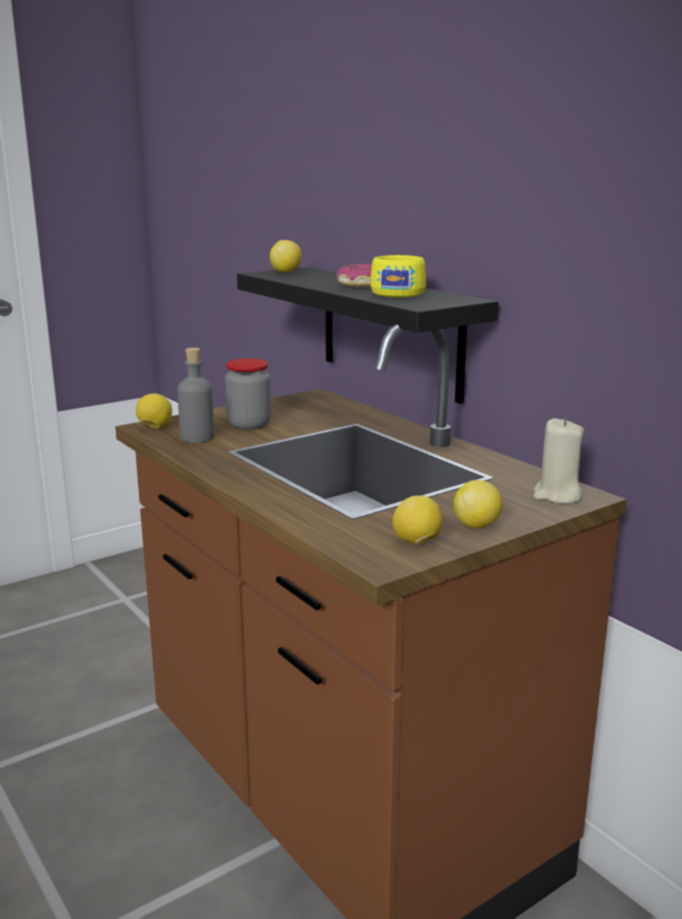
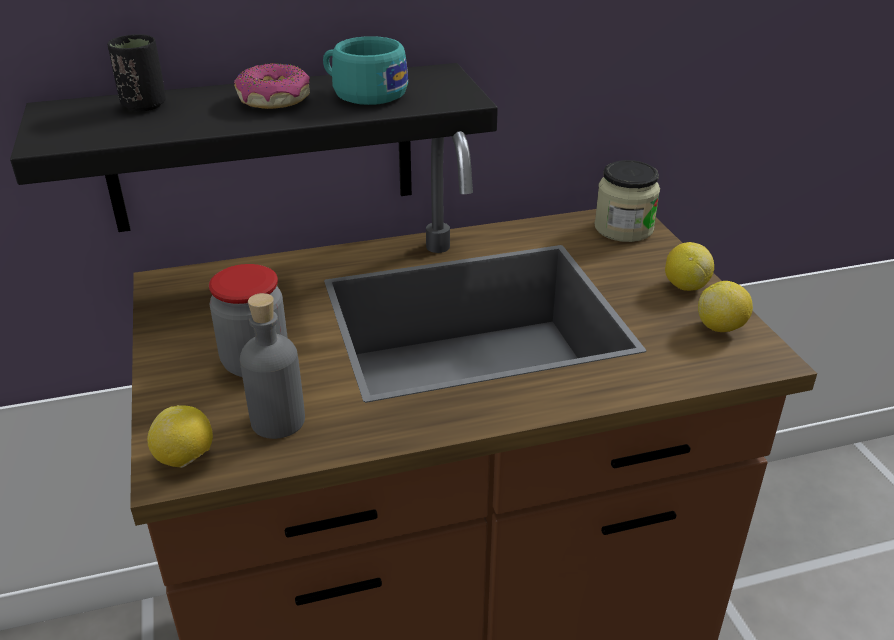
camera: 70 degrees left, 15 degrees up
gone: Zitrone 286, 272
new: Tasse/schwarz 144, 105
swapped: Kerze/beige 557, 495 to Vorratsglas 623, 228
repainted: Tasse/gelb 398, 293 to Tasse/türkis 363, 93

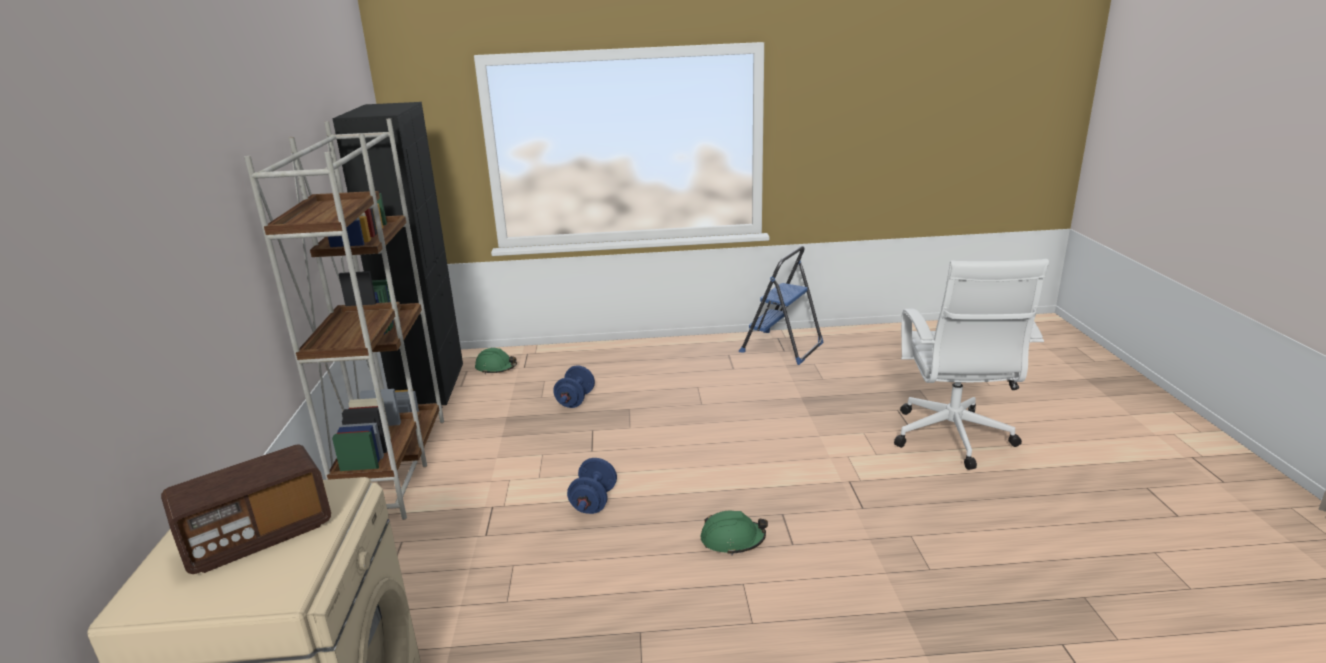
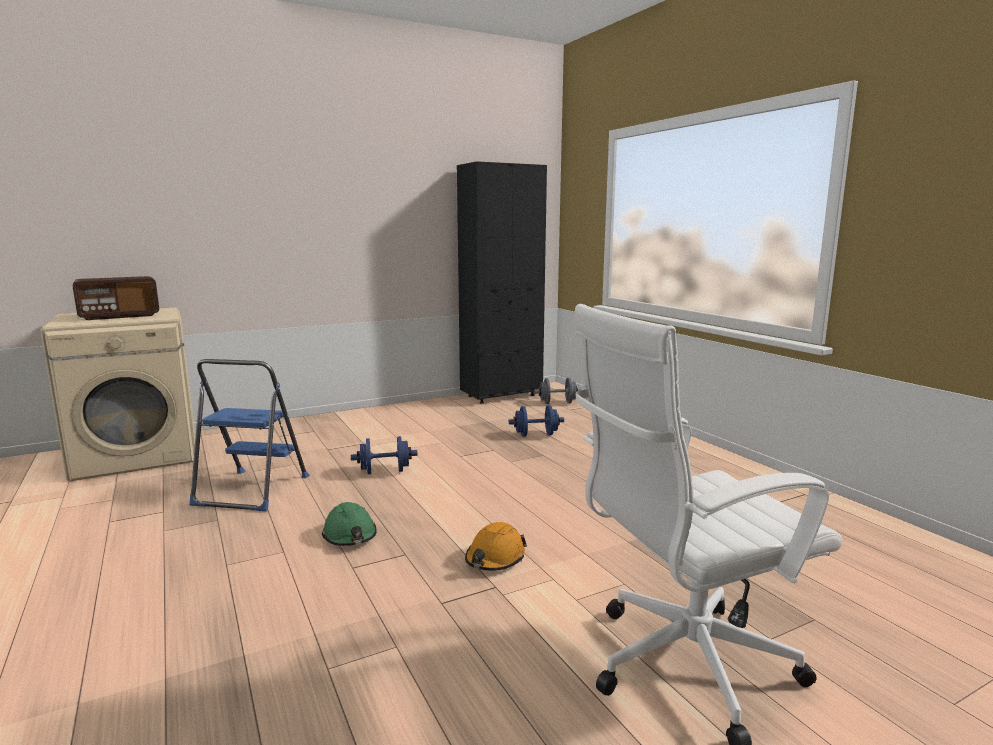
camera: 65 degrees right, 10 degrees down
gone: Bücherregal/braun 396, 466
new: Schutzhelm/orange 495, 558
shifted: Trittleiter/blau 784, 348 to 249, 491
swapped: Schutzhelm/grün 496, 368 to Hantel/grau 557, 403
rotated: Radio 258, 536 = 119, 316 60 degrees counterclockwise

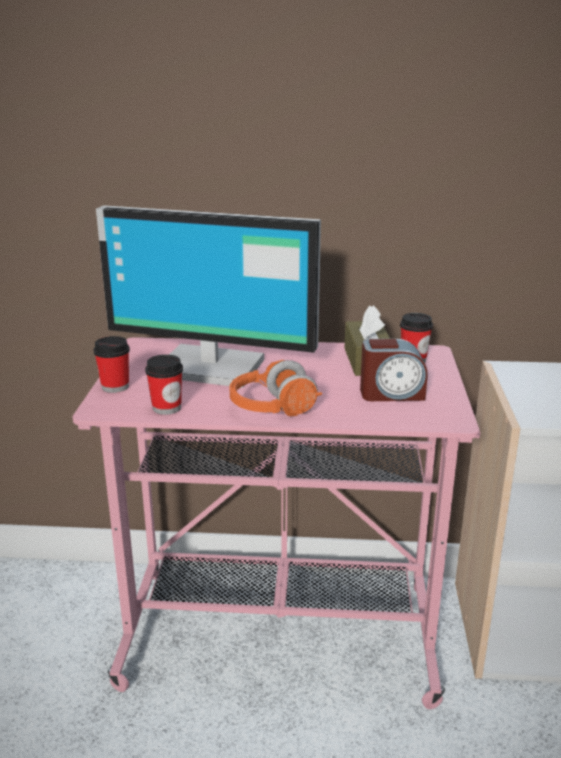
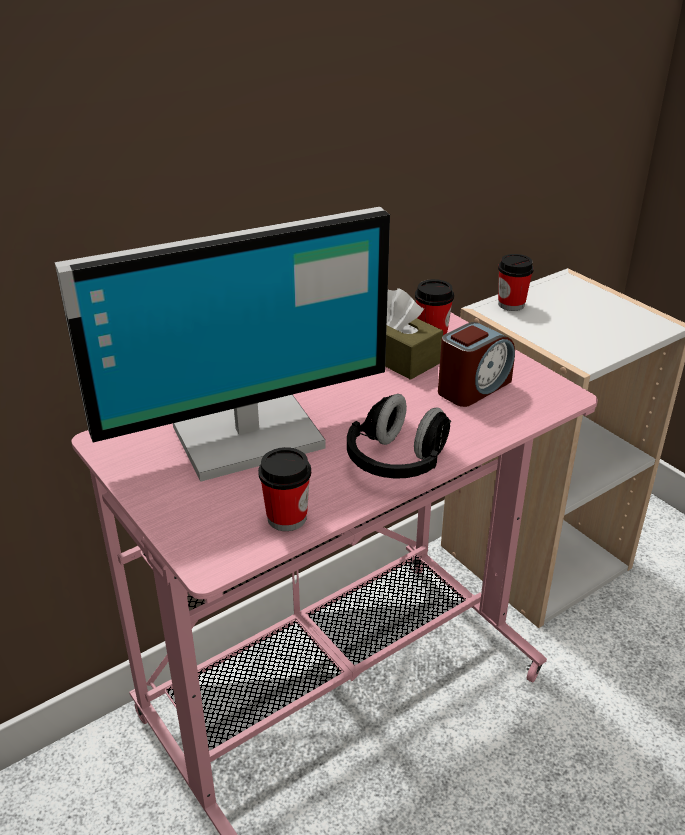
camera: 40 degrees left, 10 degrees up
shifted: Tasse 115, 387 to 511, 304
repainted: Kopfhörer/orange 273, 409 to Kopfhörer/schwarz 397, 461

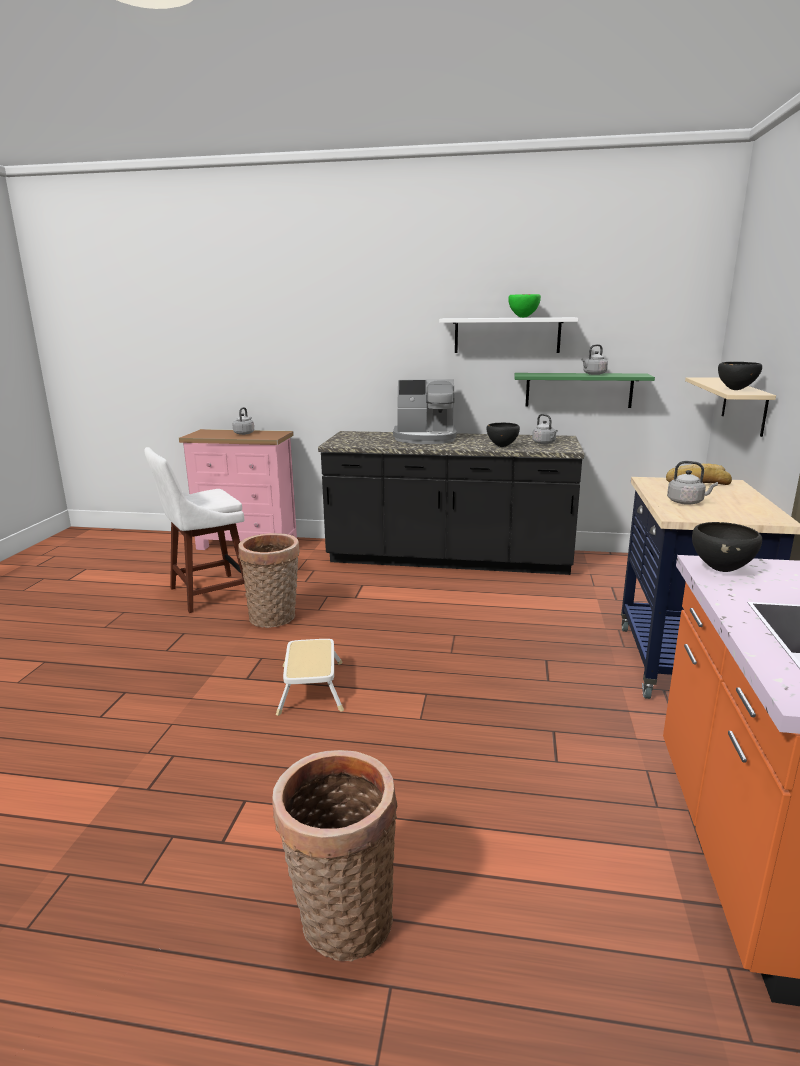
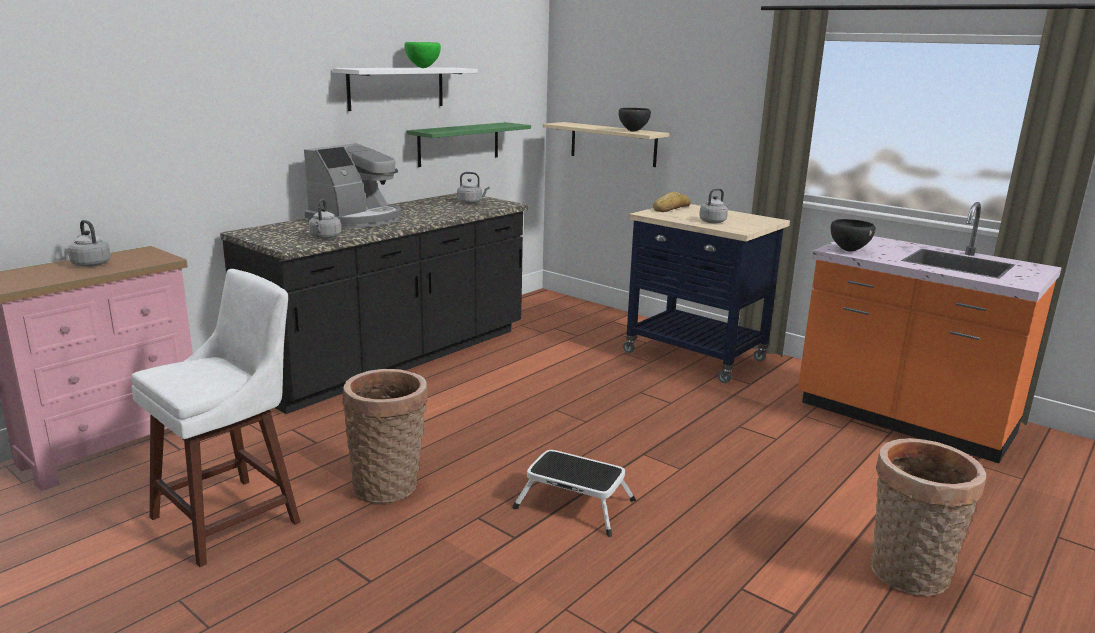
camera: 60 degrees left, 0 degrees up
gone: Schüssel/schwarz 501, 447
shifted: Wasserkessel/grau 593, 374 to 325, 237
repainted: Trittleiter/beige 310, 687 to Trittleiter/schwarz 574, 504
rotated: Stuhl/weiß 205, 593 = 233, 516 135 degrees counterclockwise

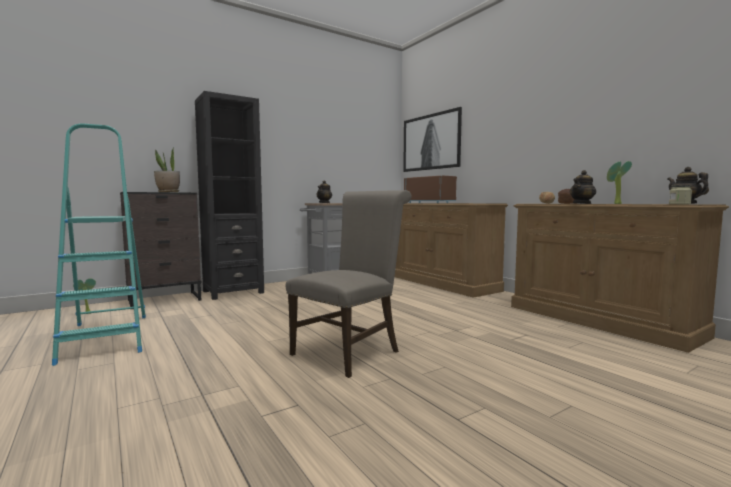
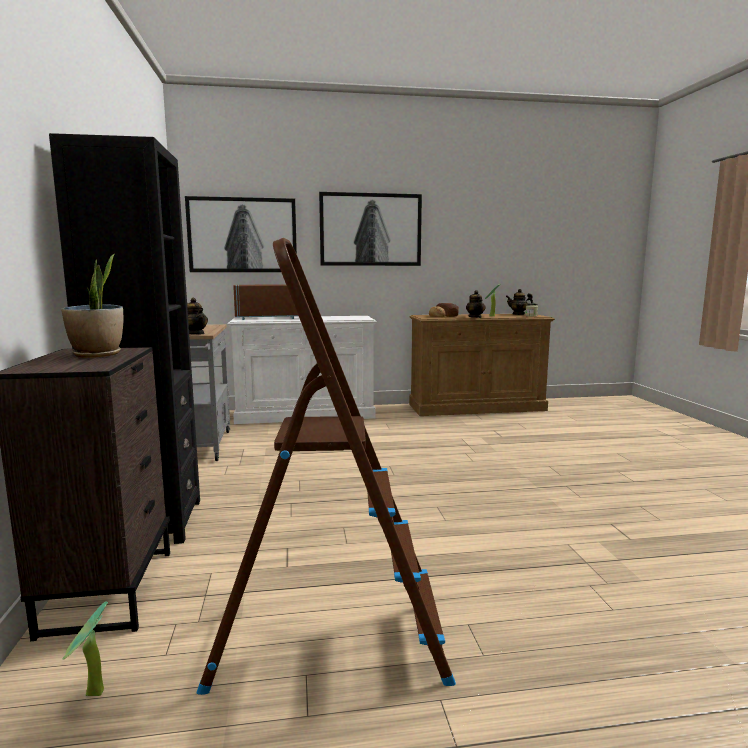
camera: 65 degrees left, 5 degrees up
gone: Stuhl/beige 350, 351
new: Bild 370, 230
repainted: Trittleiter/türkis 106, 337 to Trittleiter/braun 331, 643; Schrank/braun 443, 283 to Schrank/weiß 306, 414

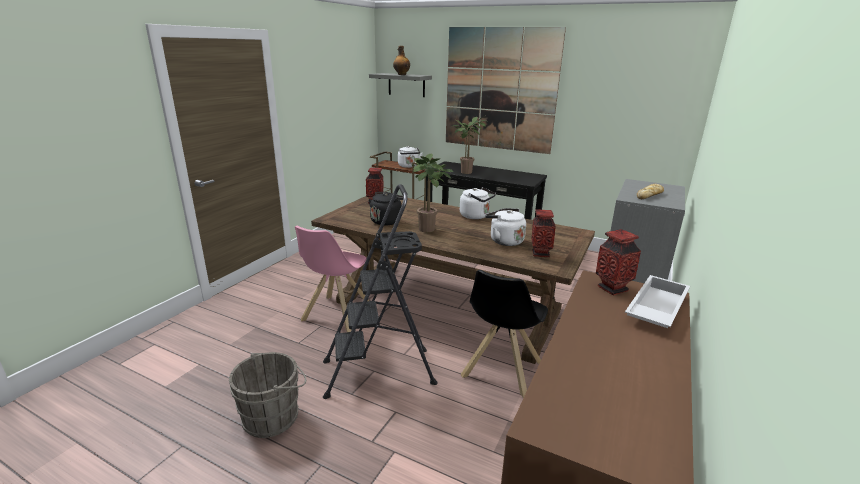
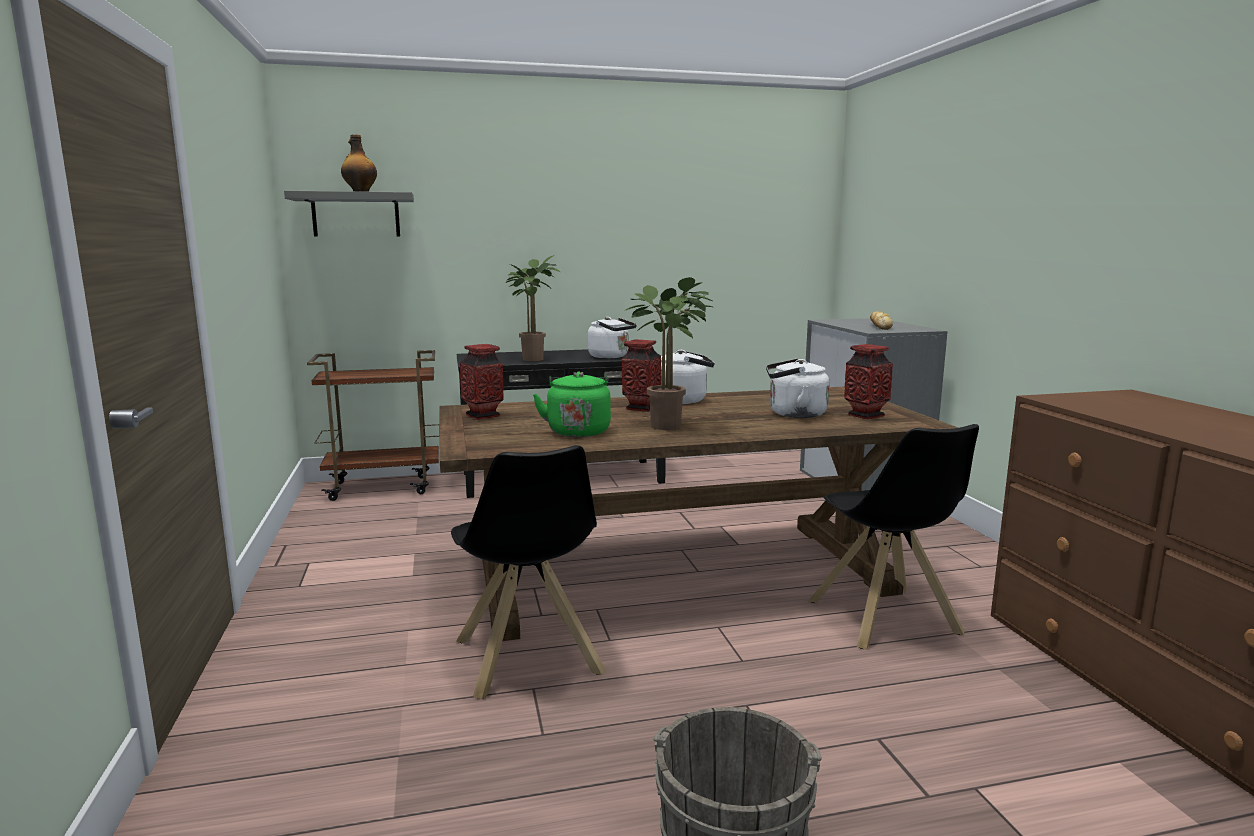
camera: 40 degrees left, 10 degrees down
gone: Bild 500, 90; Trittleiter 380, 371; Tablett/weiß 655, 308
shifted: Wasserkessel/weiß 408, 166 to 611, 356; Vase 612, 288 to 641, 408
repainted: Wasserkessel/schwarz 387, 221 to Wasserkessel/grün 578, 431; Stuhl/rosa 336, 314 to Stuhl/schwarz 529, 659

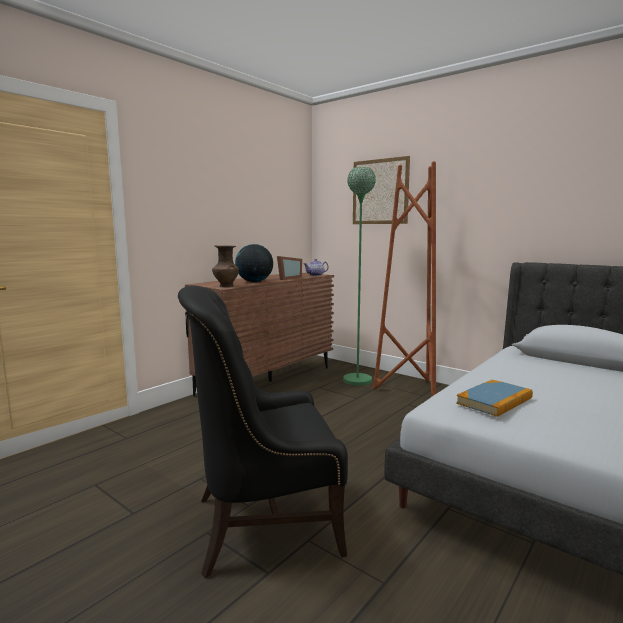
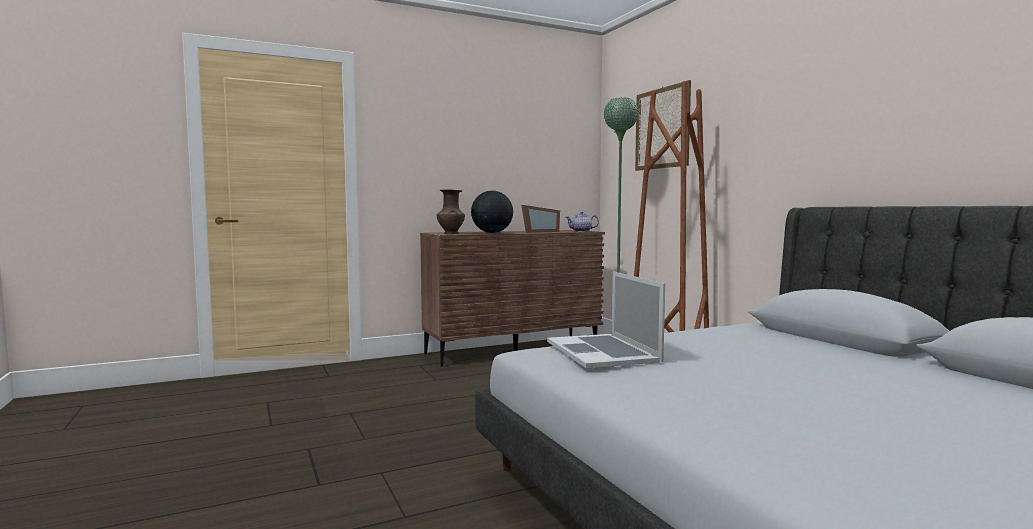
camera: 25 degrees right, 5 degrees down
gone: Stuhl/schwarz 264, 524
swapped: Buch 494, 401 to Laptop 602, 351

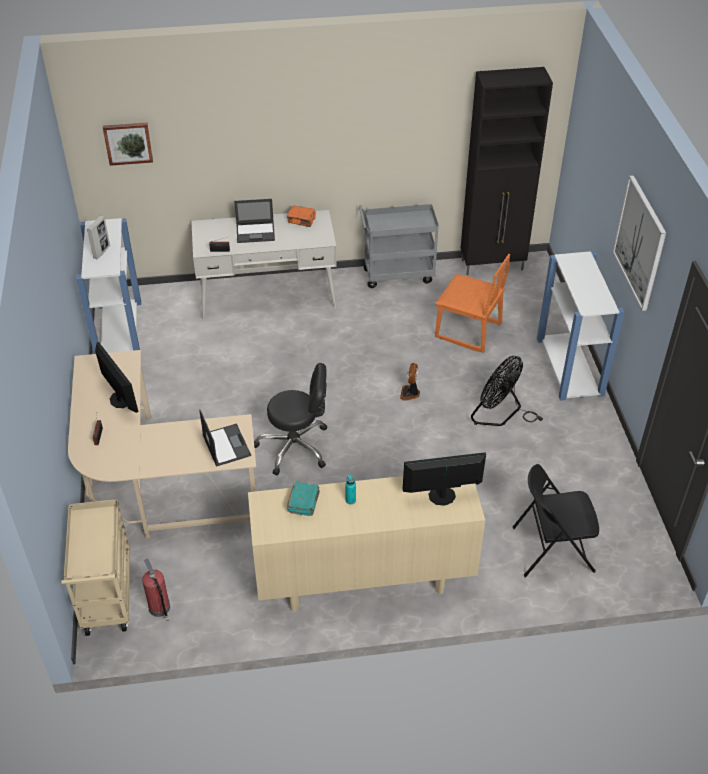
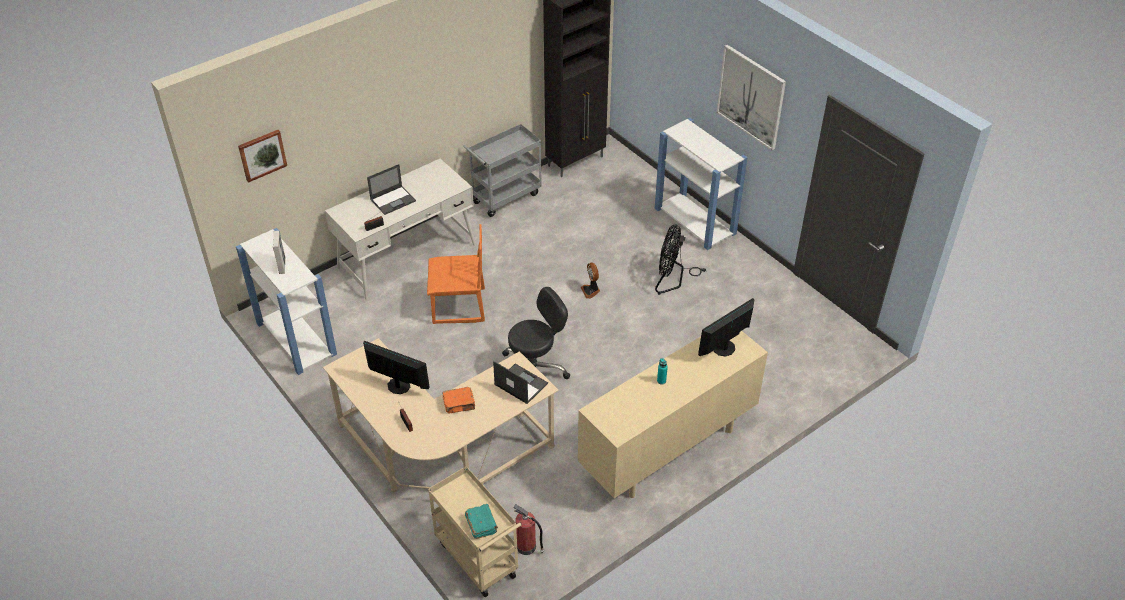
camera: 30 degrees left, 0 degrees up
gone: Stuhl/schwarz 552, 549
shifted: Buch/orange 302, 220 to 459, 404; Stuhl/orange 468, 331 to 459, 307; Buch/türkis 304, 503 to 481, 524

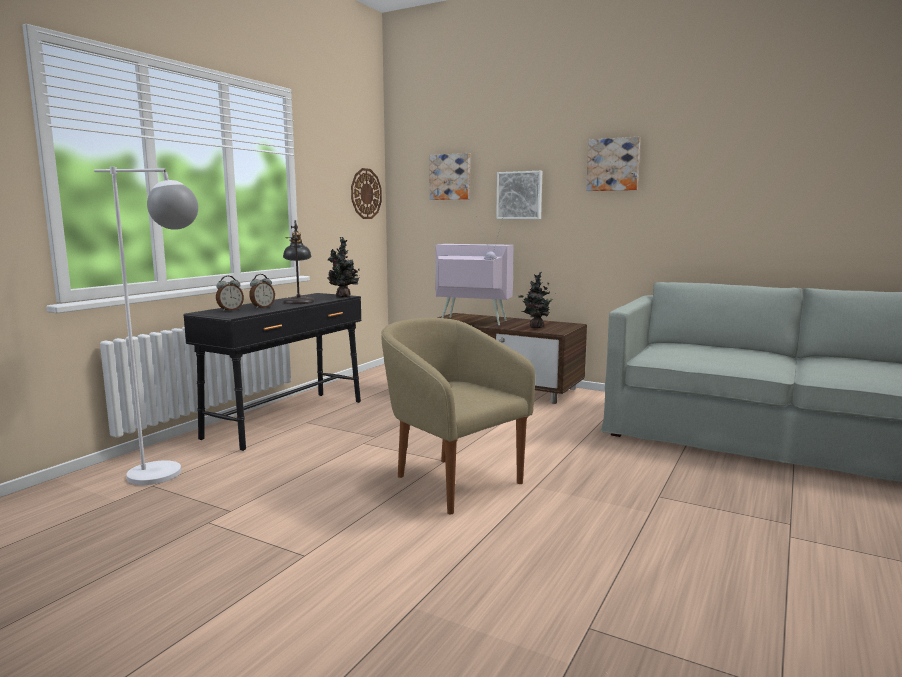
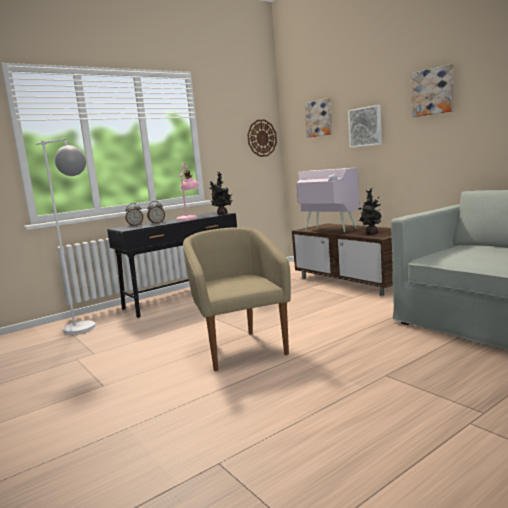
camera: 25 degrees right, 0 degrees up
repainted: Tischlampe/grau 298, 300 to Tischlampe/rosa 189, 217

